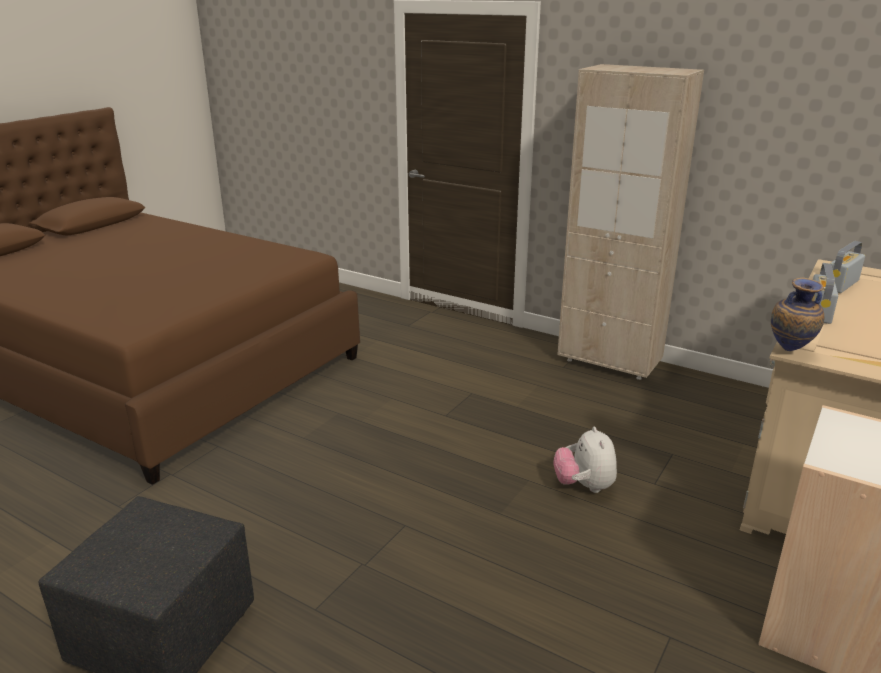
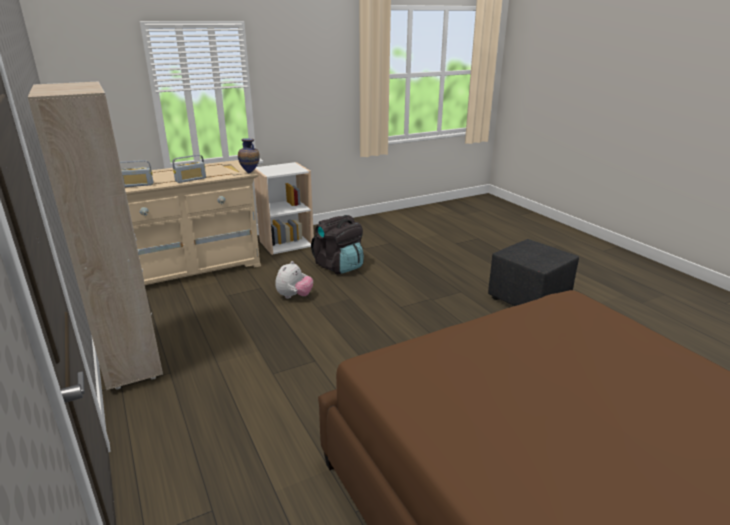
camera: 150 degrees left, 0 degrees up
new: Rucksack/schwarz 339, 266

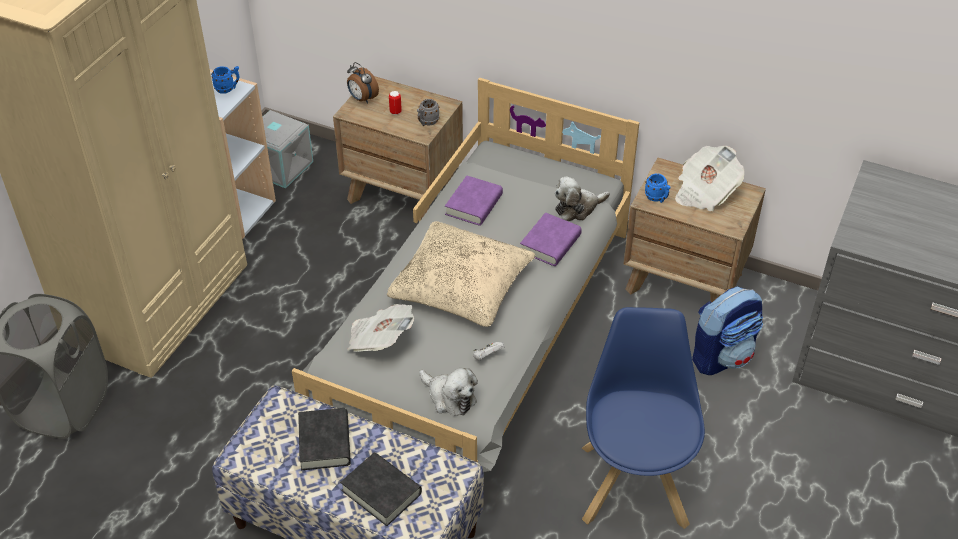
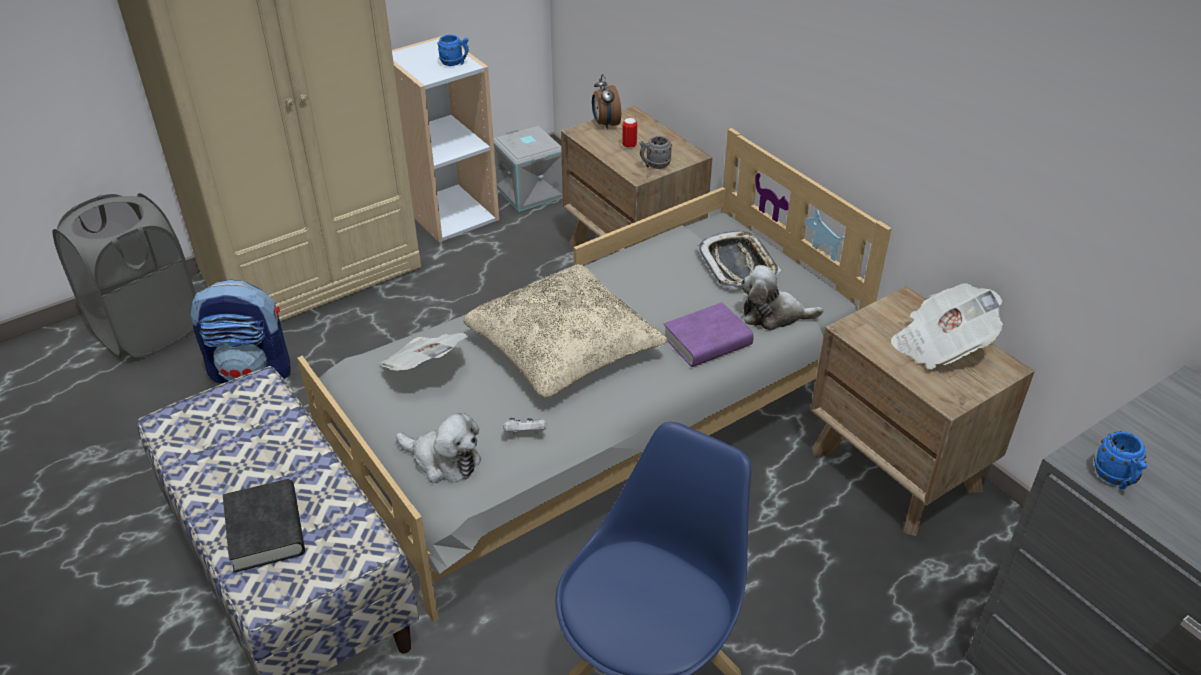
camera: 30 degrees right, 5 degrees down
gone: Buch/lila 474, 205; Buch/schwarz 325, 443
new: Tablett 738, 265
shifted: Henkelbecher/blau 657, 198 to 1115, 479; Rucksack 722, 356 to 253, 372
rotated: Plüschtier 449, 397 = 443, 460 45 degrees counterclockwise

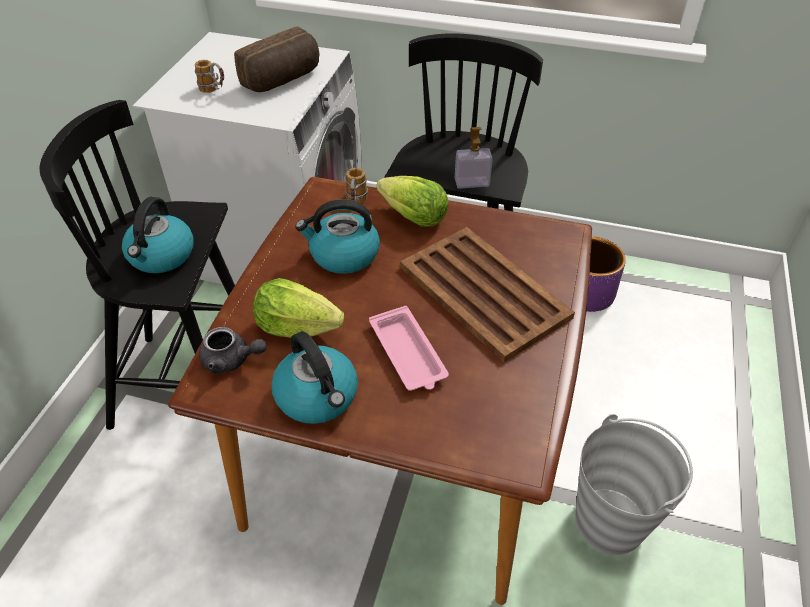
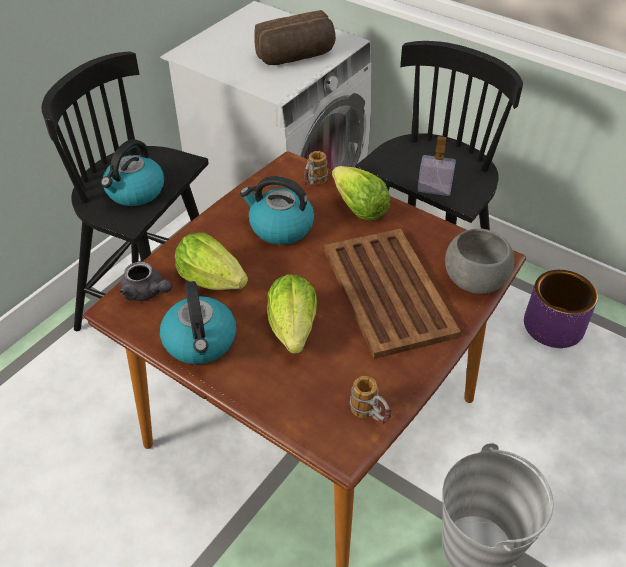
camera: 20 degrees right, 0 degrees up
new: Schüssel/grau 474, 282
shifted: Henkelbecher 214, 91 to 371, 416
swapped: Tablett/rosa 408, 354 to Salatkopf 293, 328

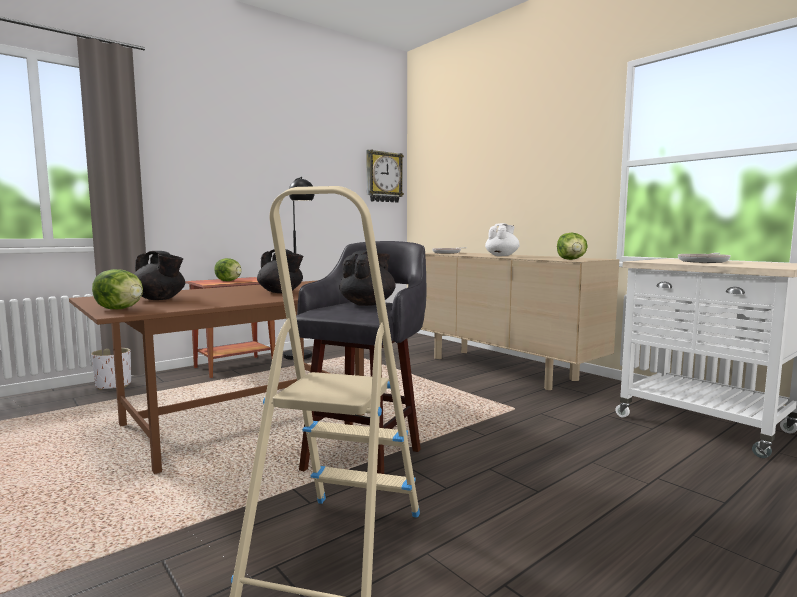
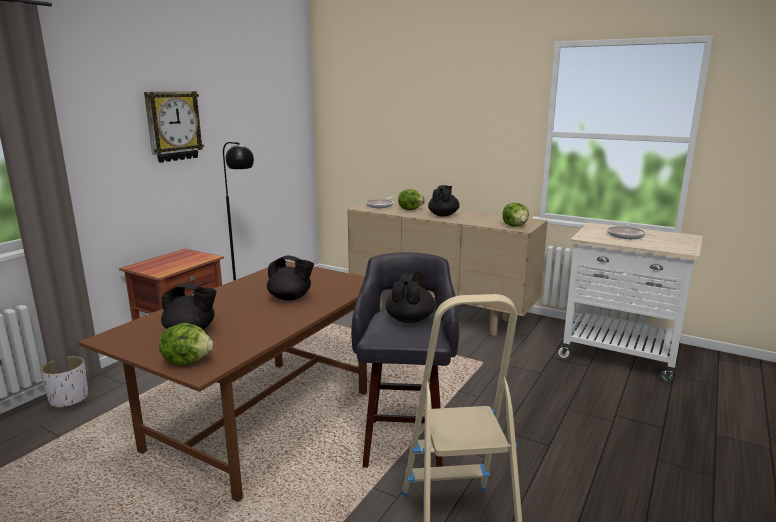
camera: 20 degrees left, 10 degrees up
shifted: Wanduhr 383, 177 to 173, 126; Salatkopf 229, 281 to 410, 209
repainted: Teekanne/weiß 502, 256 to Teekanne/schwarz 443, 215

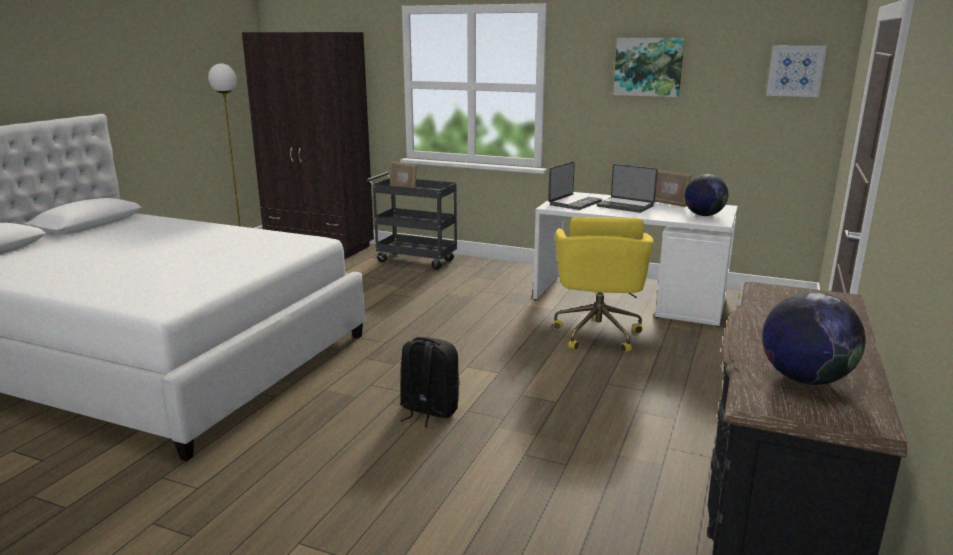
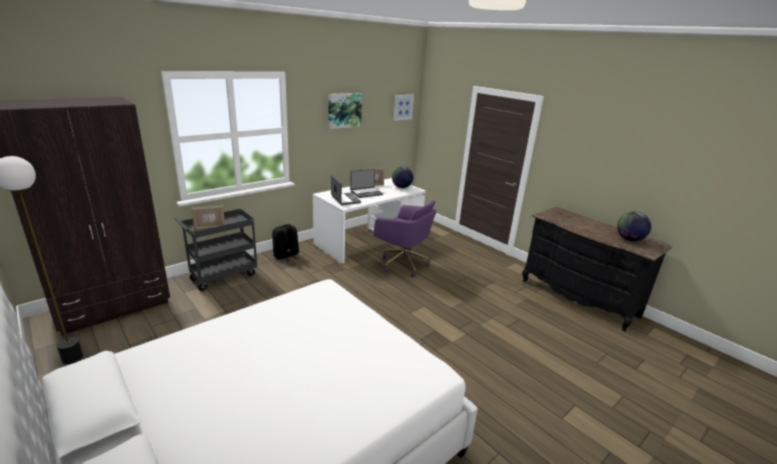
camera: 65 degrees left, 5 degrees up
shifted: Rucksack/schwarz 428, 411 to 286, 256
repainted: Bürostuhl/gelb 597, 333 to Bürostuhl/lila 402, 265

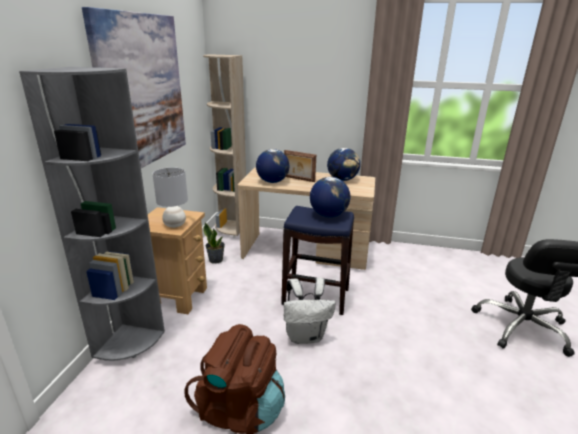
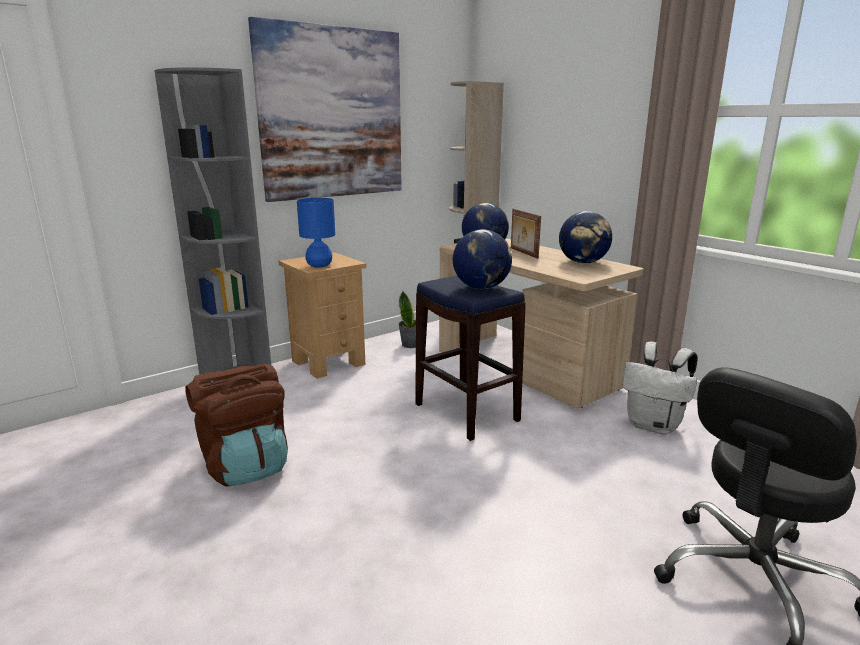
camera: 40 degrees right, 5 degrees down
shifted: Rucksack/weiß 306, 336 to 654, 425
repainted: Tischlampe/grau 175, 225 to Tischlampe/blau 319, 266

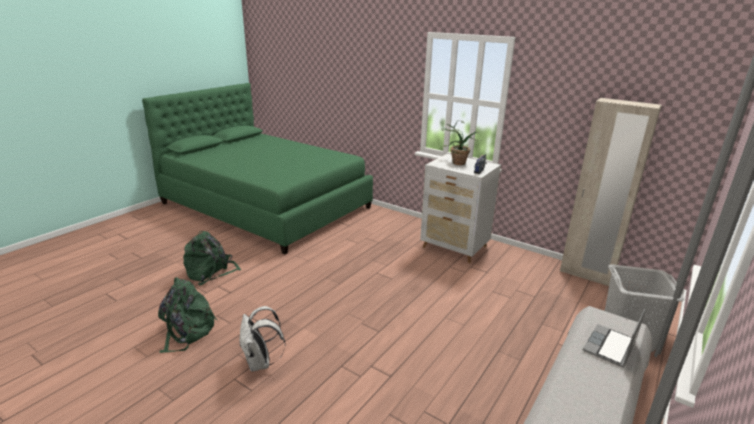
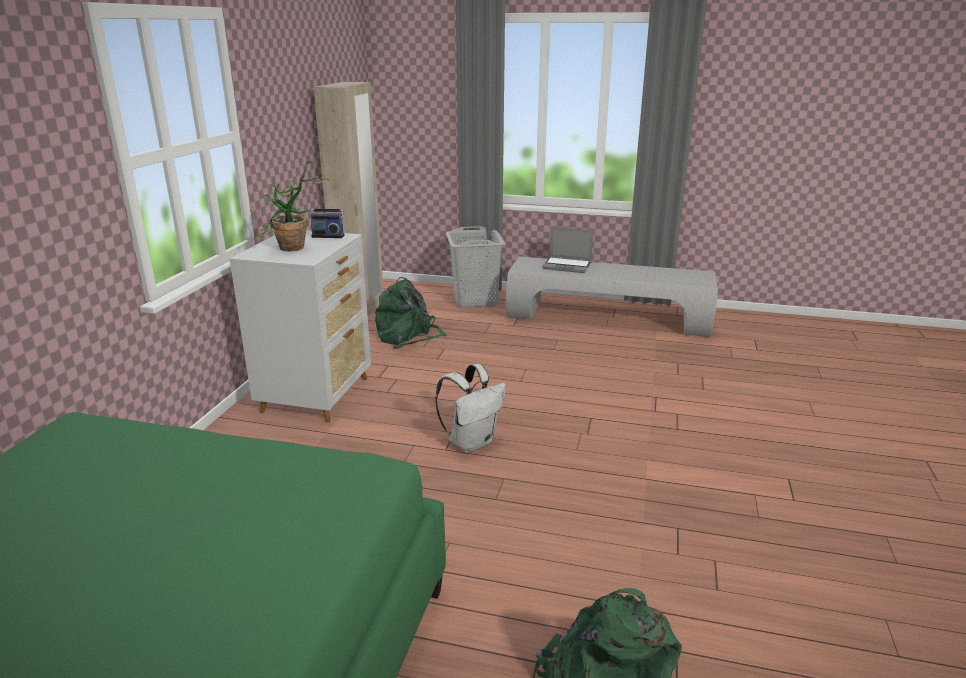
camera: 110 degrees left, 0 degrees up
shifted: Rucksack/grün 187, 331 to 408, 336; Rucksack/weiß 260, 363 to 471, 442

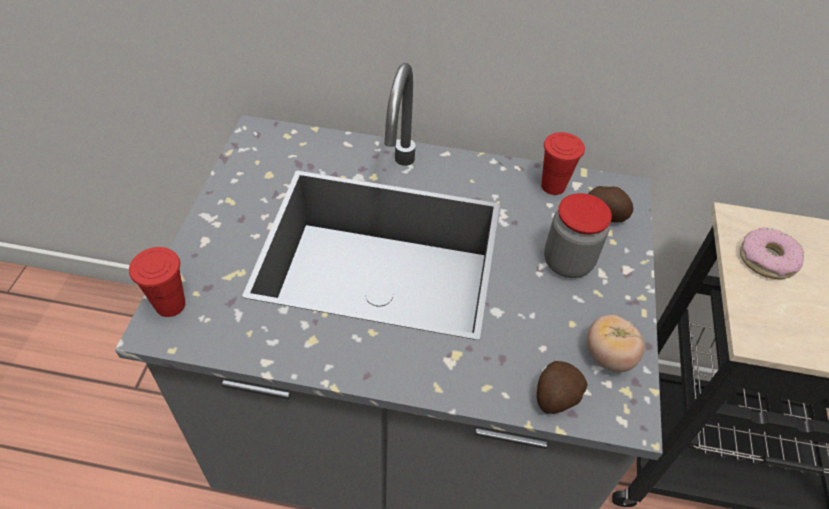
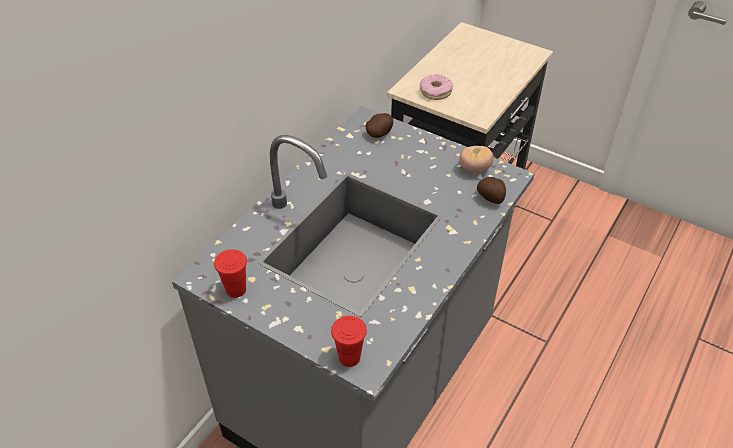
camera: 65 degrees left, 5 degrees down
gone: Vorratsglas 567, 262
shifted: Tasse/rot 553, 186 to 236, 290

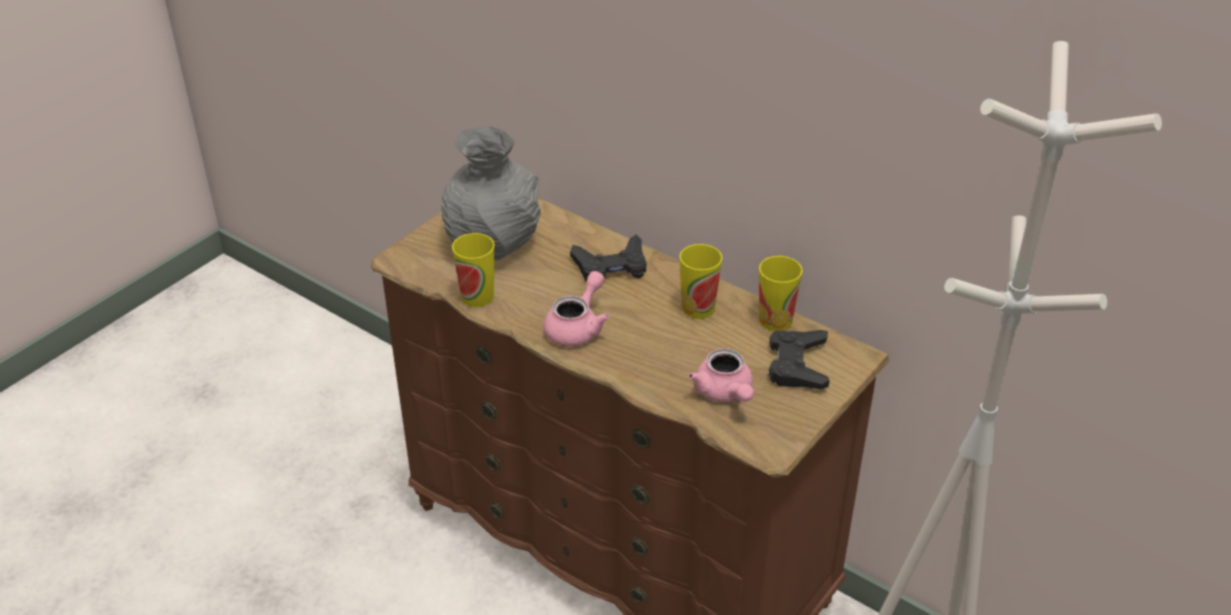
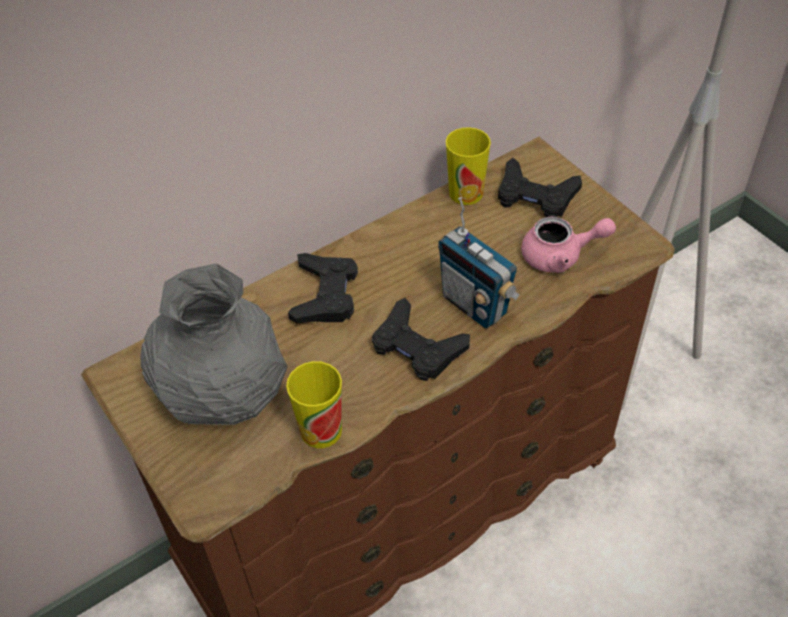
camera: 70 degrees left, 10 degrees up
gone: Tasse 698, 307
new: Radio 475, 305
swapped: Teekanne/rosa 578, 327 to Gamepad/schwarz 417, 347

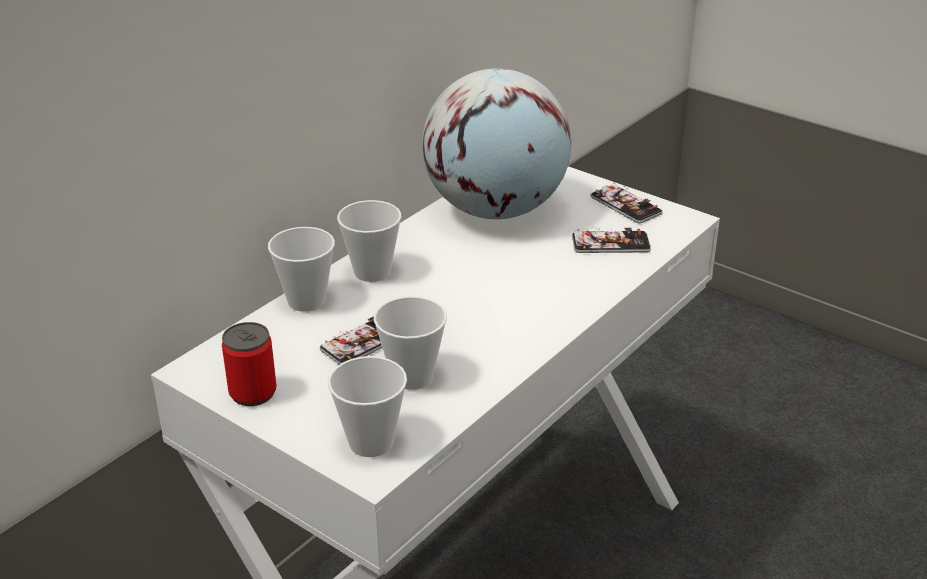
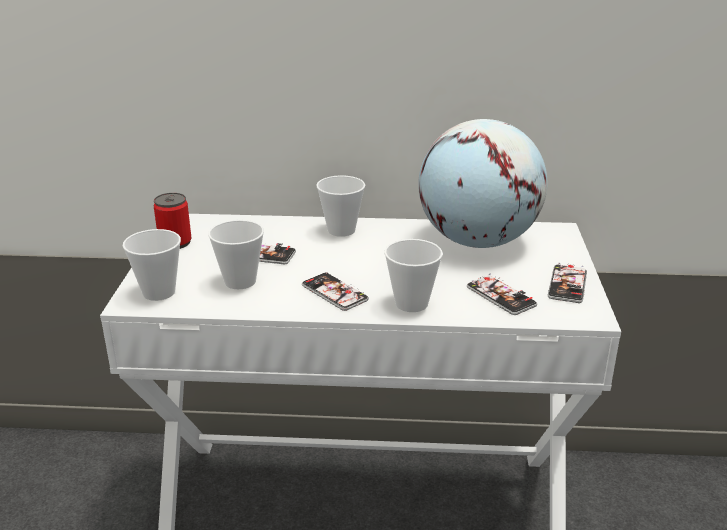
camera: 55 degrees right, 5 degrees down
new: Handy 334, 292
shifted: Tasse 306, 301 to 411, 303

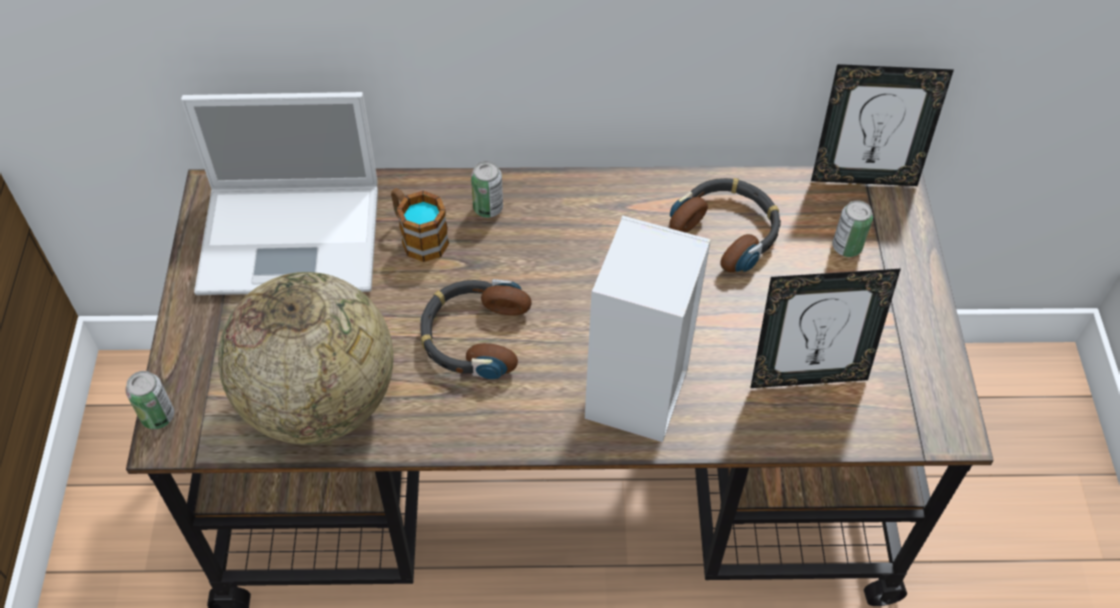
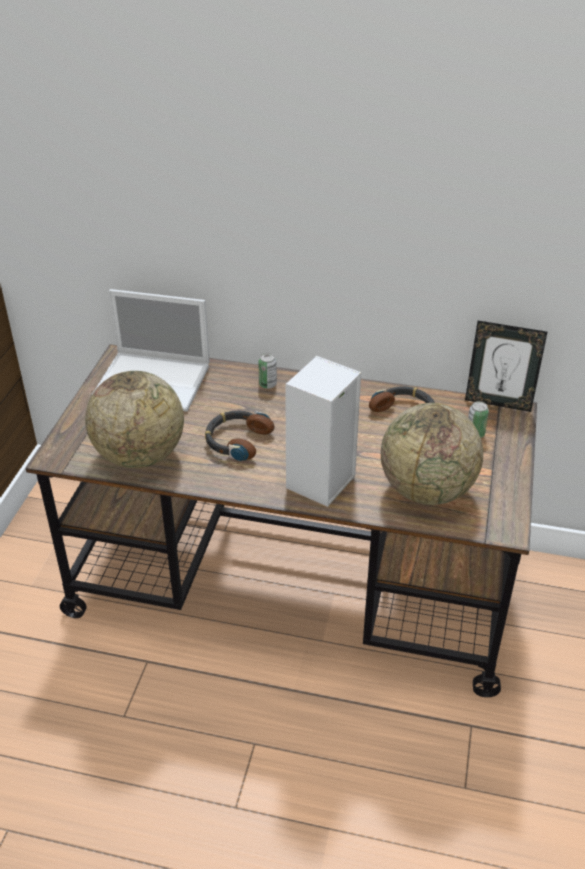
camera: 15 degrees right, 15 degrees down
gone: Henkelbecher 418, 236; Dose 158, 416
swapped: Bilderrahmen 807, 375 to Globus 427, 490

